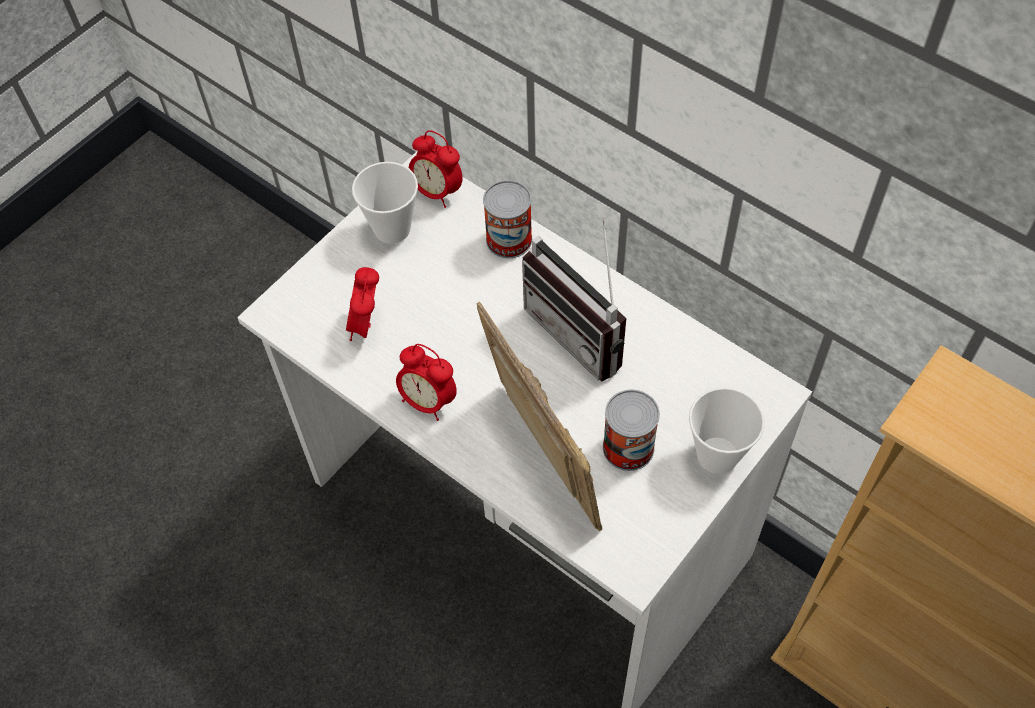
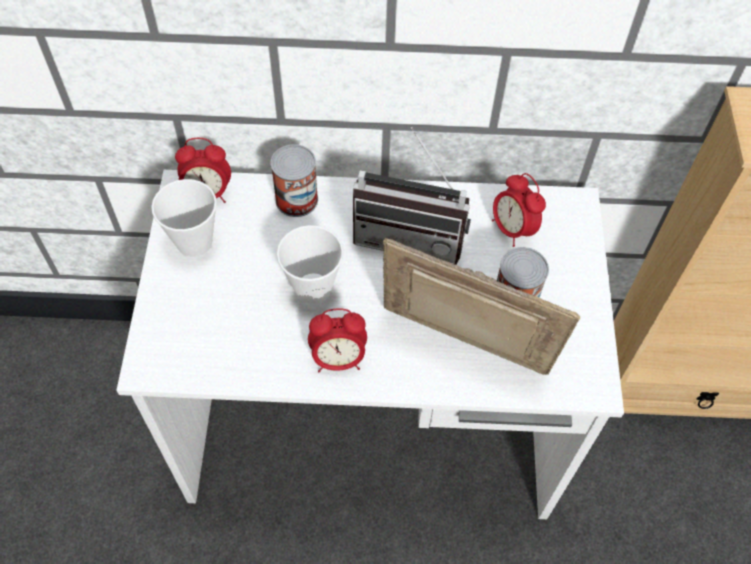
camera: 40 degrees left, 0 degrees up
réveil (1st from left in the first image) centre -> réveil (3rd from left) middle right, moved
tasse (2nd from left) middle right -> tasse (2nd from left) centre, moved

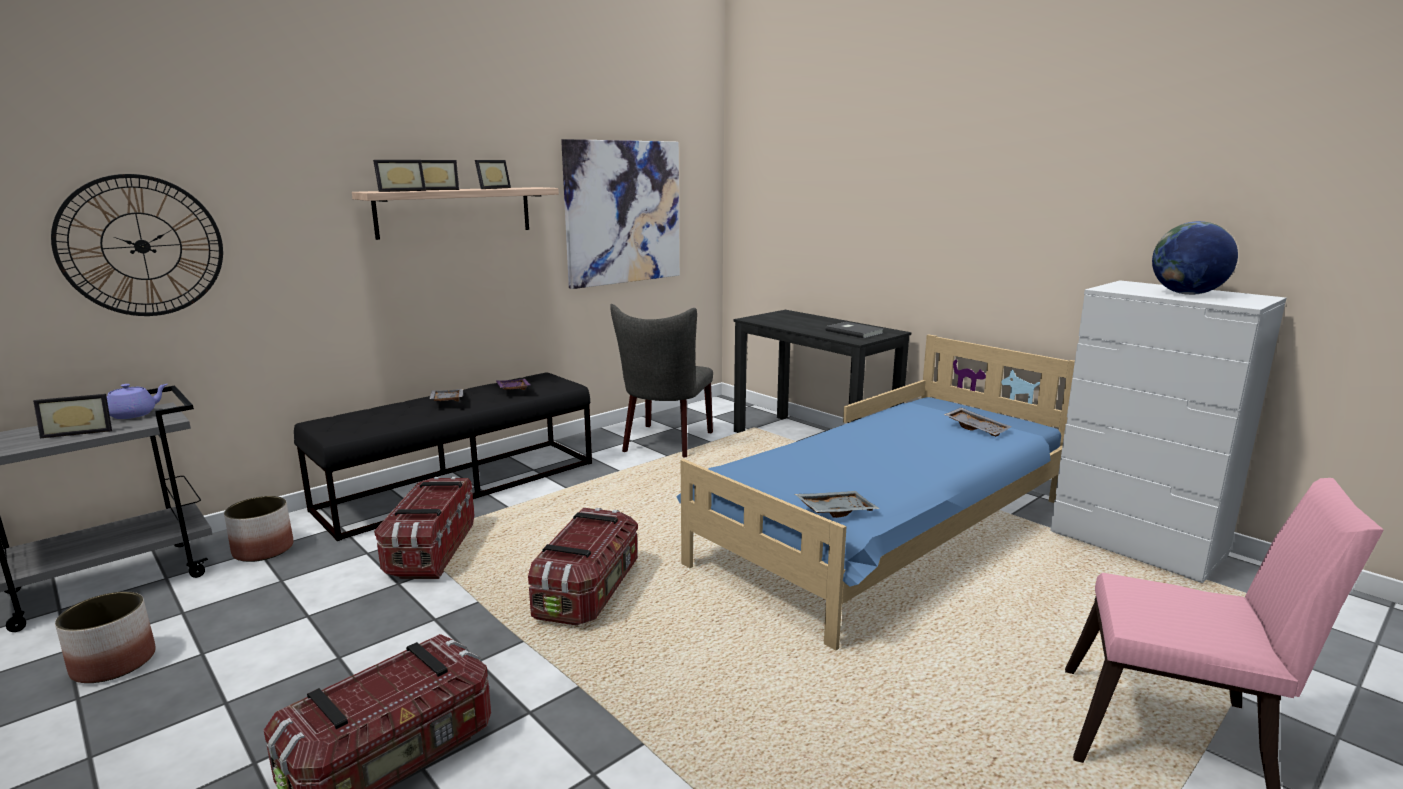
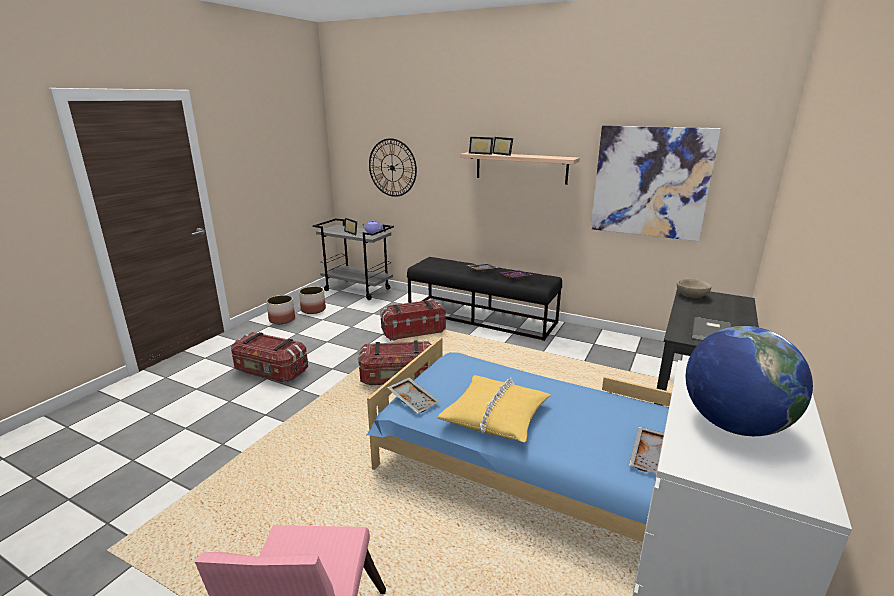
camera: 70 degrees right, 5 degrees up
cadre photo (4th from left) top centre -> none
chaise/gris centre -> none
none -> coussin/jaune bottom centre
none -> bol/beige middle right
cache-pot (2nd from left in the first image) bottom left -> cache-pot (1st from left) middle left, moved

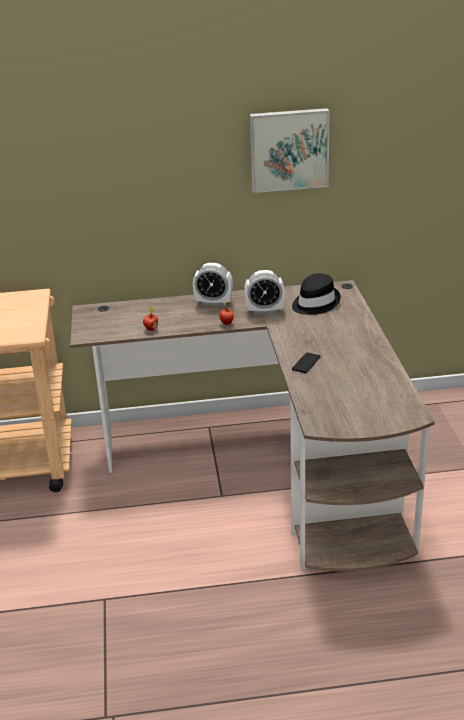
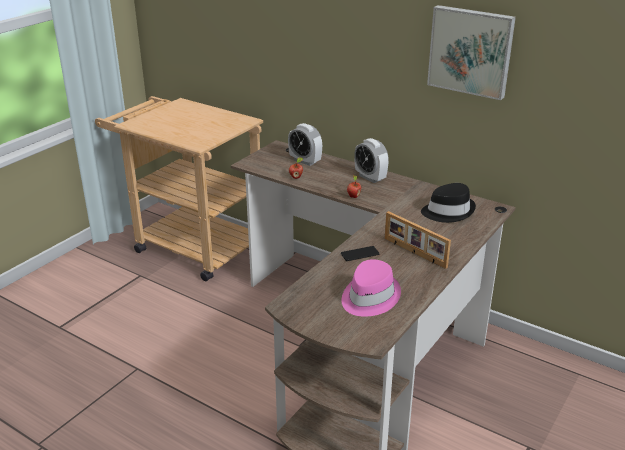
camera: 40 degrees right, 0 degrees up
none -> chapeau/rose centre
none -> cadre photo middle right
réveil (2nd from left in the first image) centre -> réveil (1st from left) top centre, moved

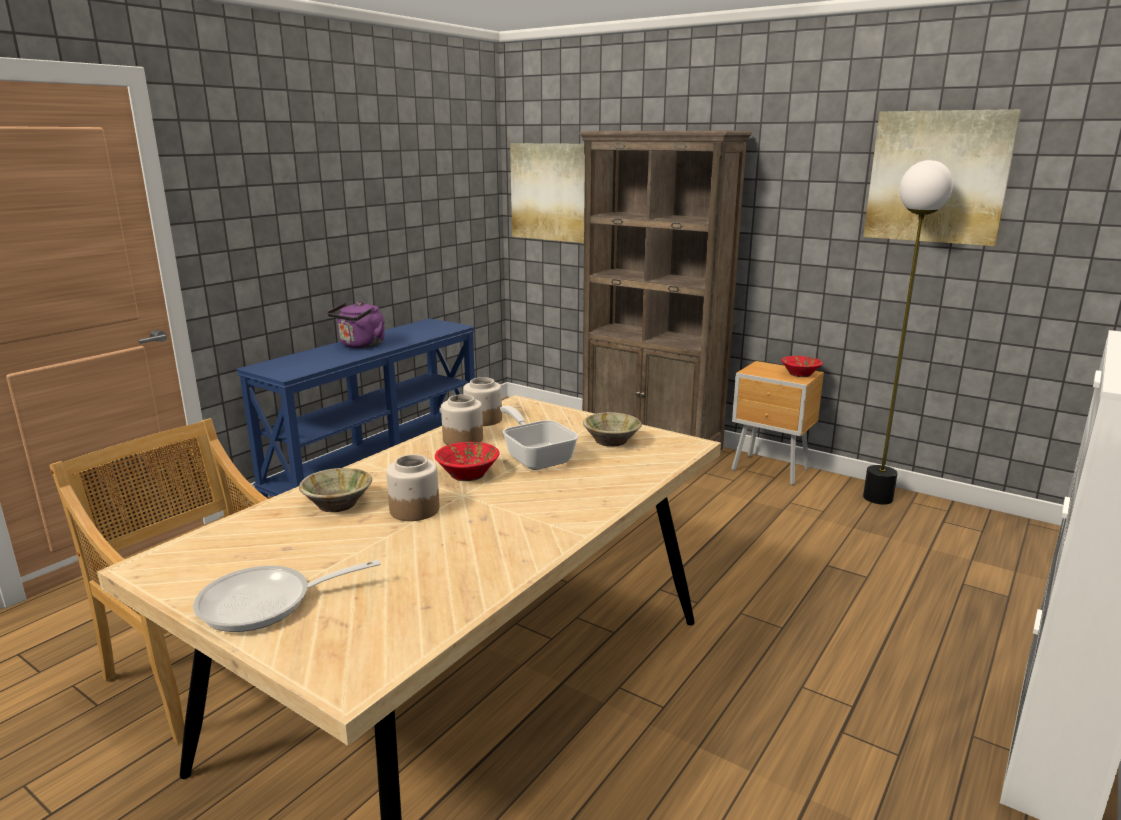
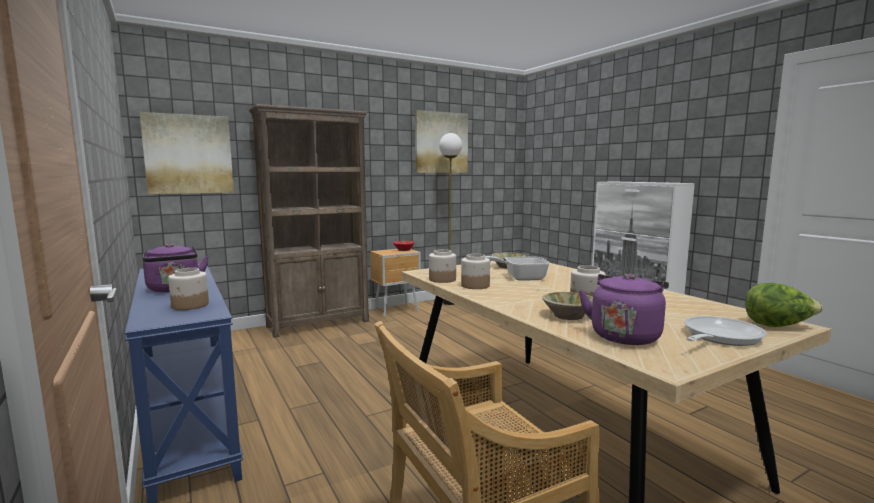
camera: 65 degrees left, 10 degrees down
bol/rouge (1st from left) centre -> none
none -> bocal (1st from left) middle left
none -> bouilloire/violet (2nd from left) middle right
none -> laitue middle right
poêle (1st from left in the first image) bottom left -> poêle (2nd from left) middle right, 135 degrees counterclockwise

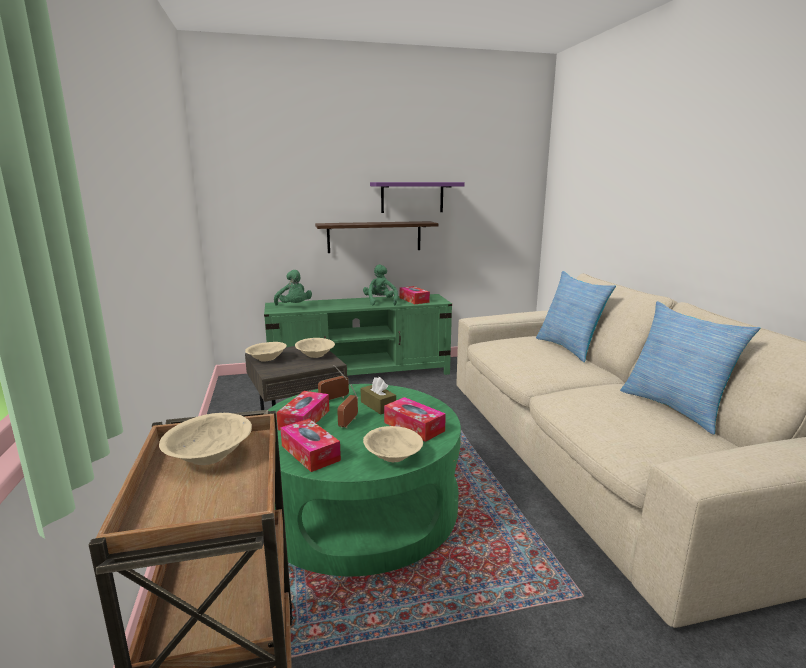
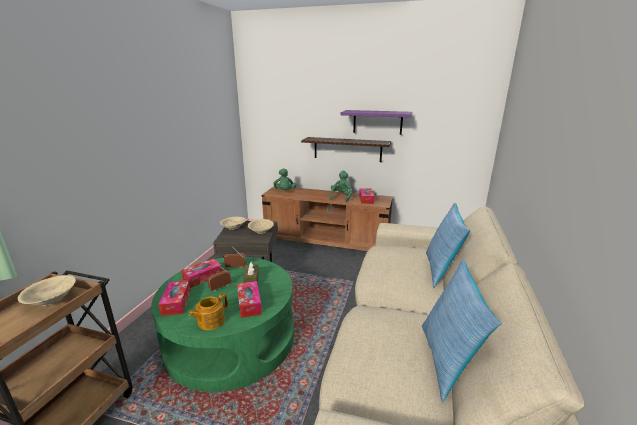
camera: 30 degrees right, 5 degrees up
bol/beige (4th from left) centre -> théière bottom left
meuble télé/vert centre -> meuble télé/marron centre

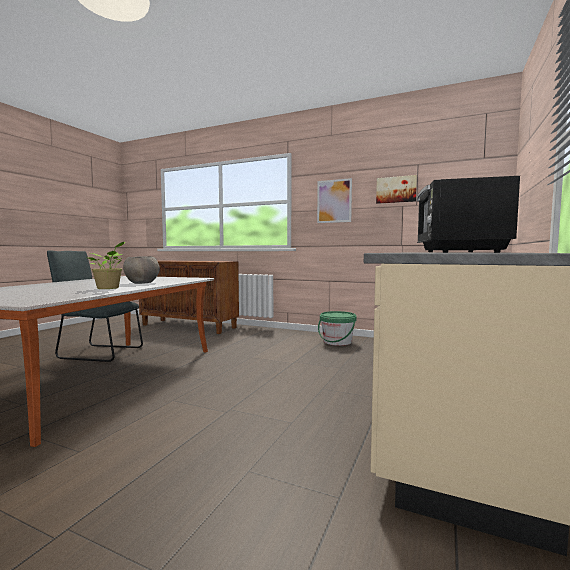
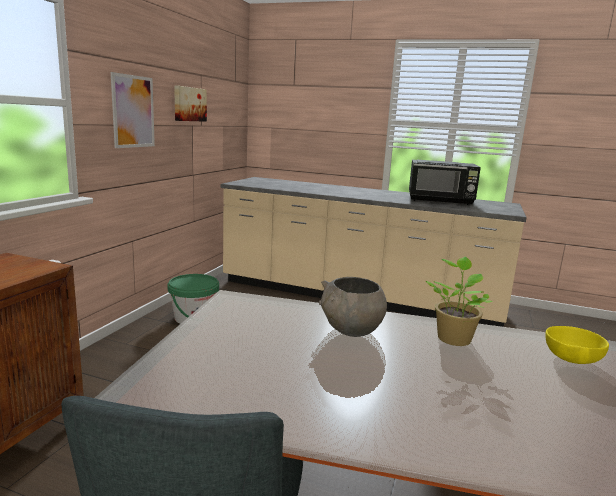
camera: 95 degrees left, 10 degrees up
none -> bol/jaune bottom right

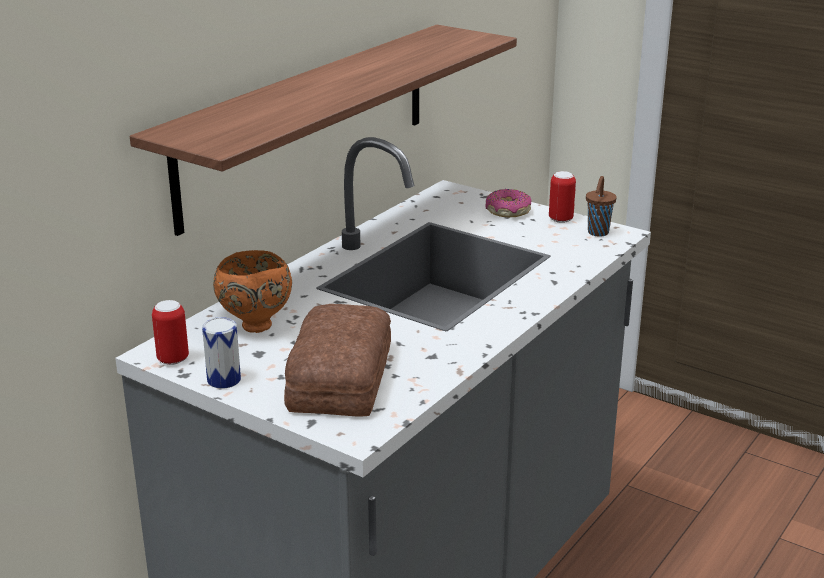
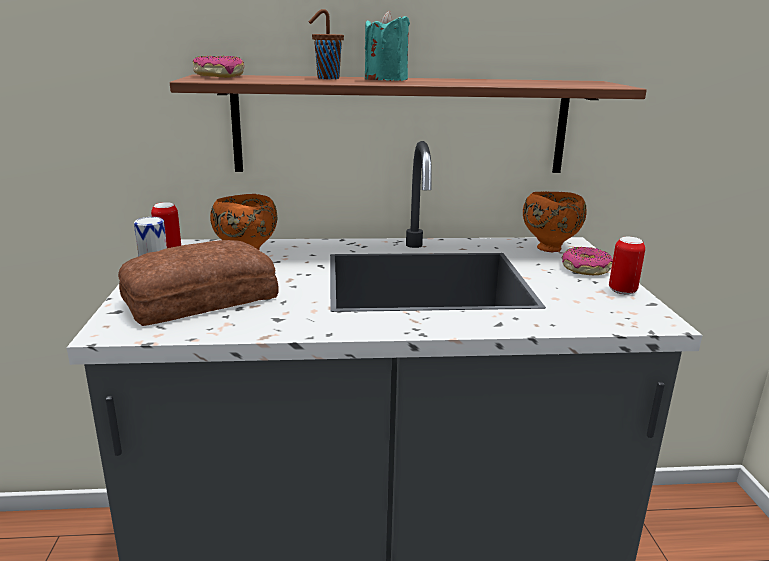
camera: 50 degrees right, 5 degrees down
none -> beignet (1st from left) top left
none -> bougie/turquoise top centre
none -> bol/orange (2nd from left) middle right
tasse/marron middle right -> tasse/marron top centre, moved

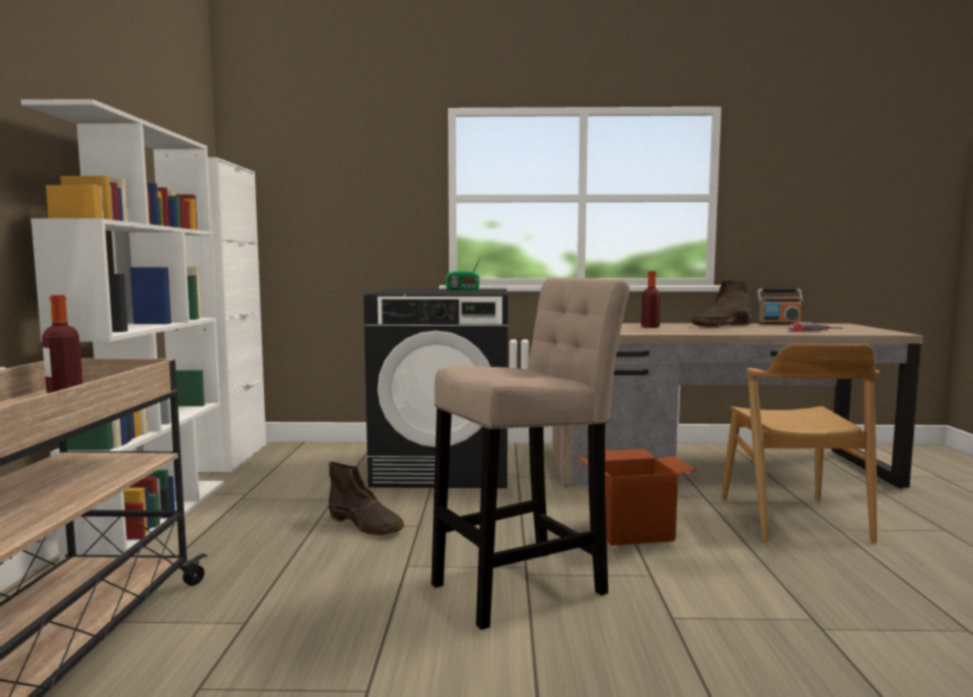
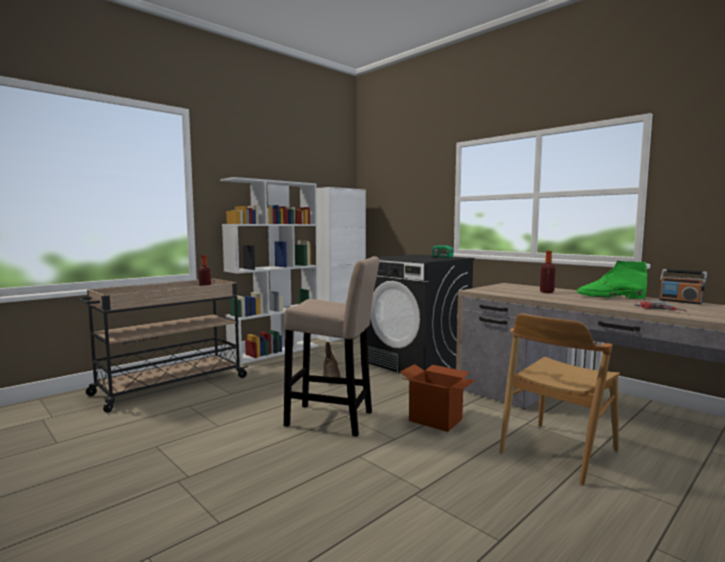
camera: 45 degrees right, 0 degrees up
botte/marron (2nd from left) middle right -> botte/vert middle right

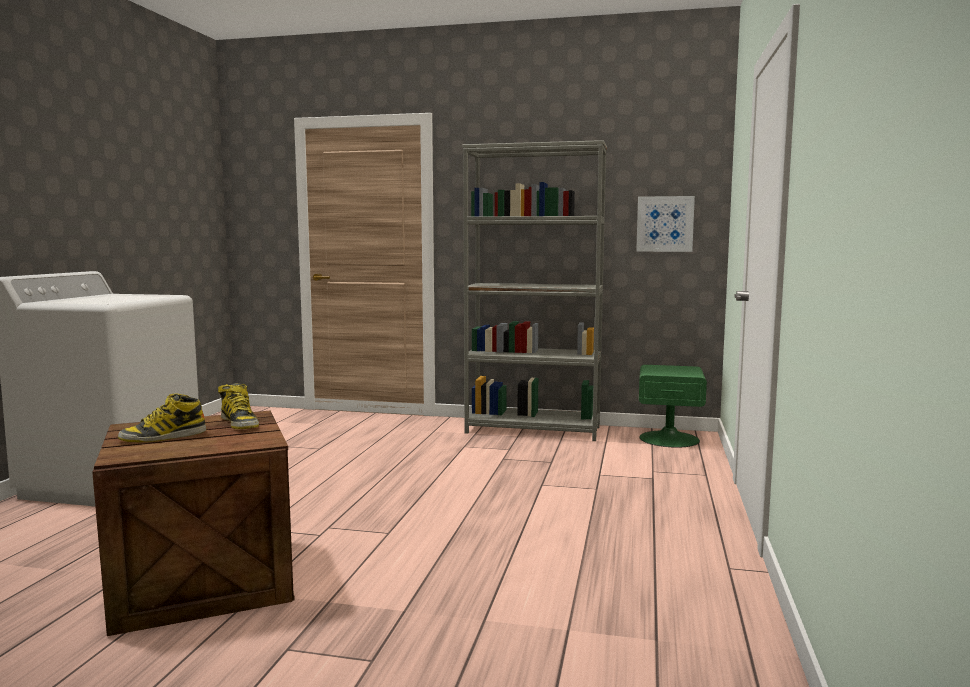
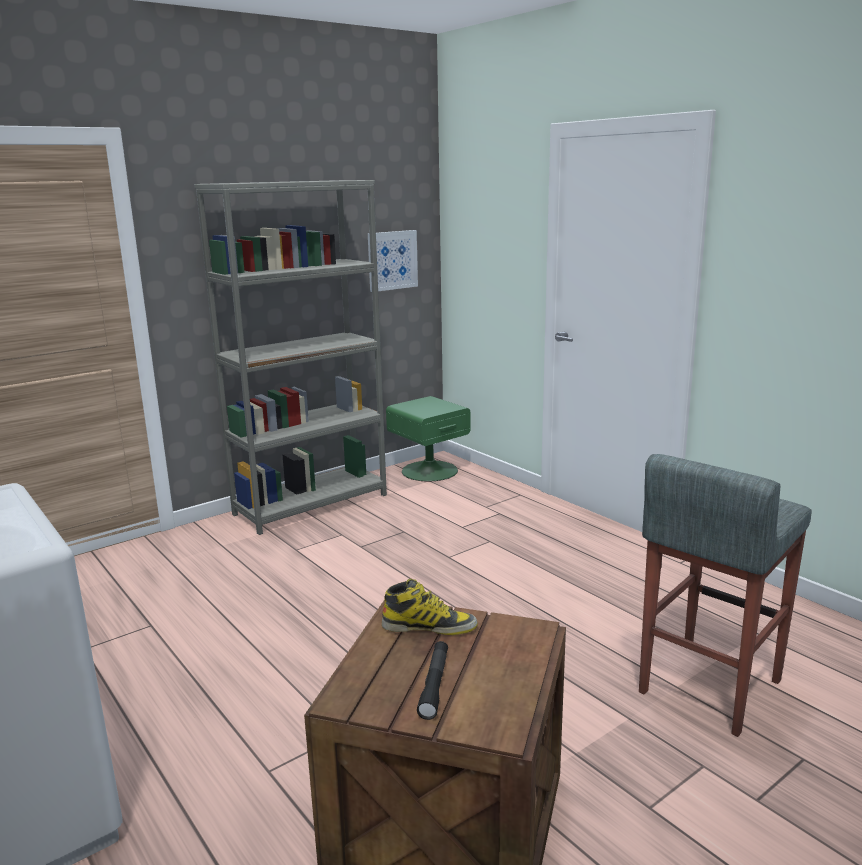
camera: 50 degrees left, 10 degrees up
none -> tabouret/gris bottom right
botte (1st from left) middle left -> lampe de poche/noir bottom centre

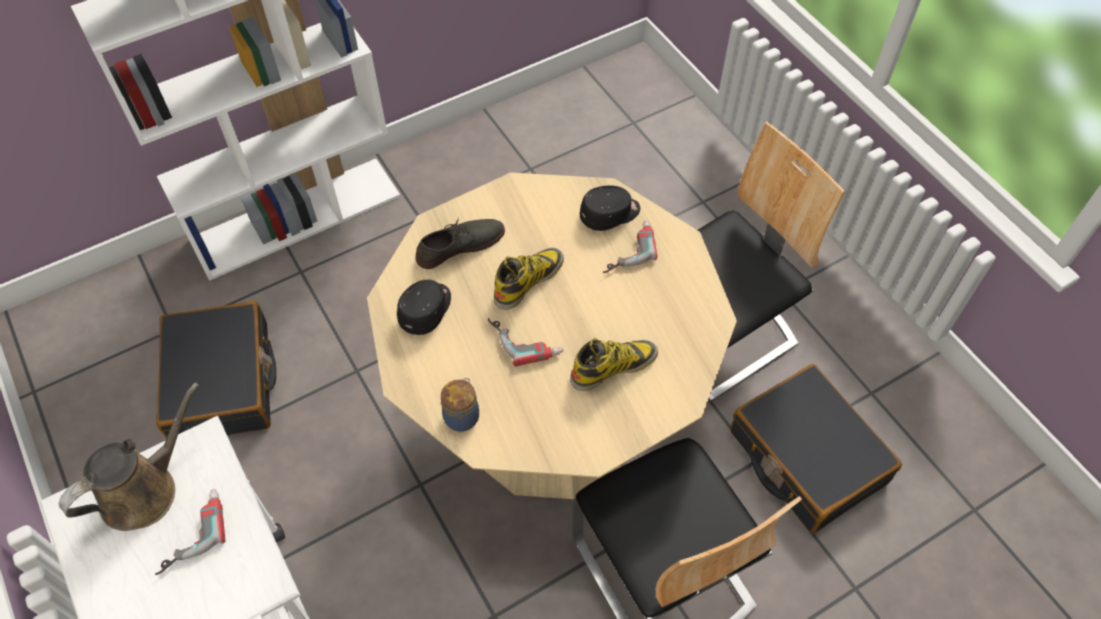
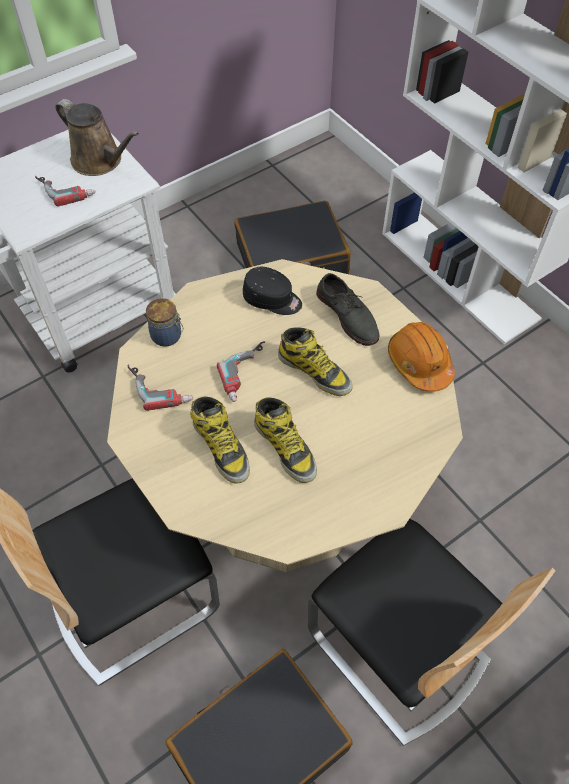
camera: 85 degrees right, 0 degrees up
casquette/noir (2nd from left) centre -> none
none -> botte (2nd from left) centre
none -> casque de chantier/orange middle right
perceuse (3rd from left in the first image) centre -> perceuse (2nd from left) middle left, moved

